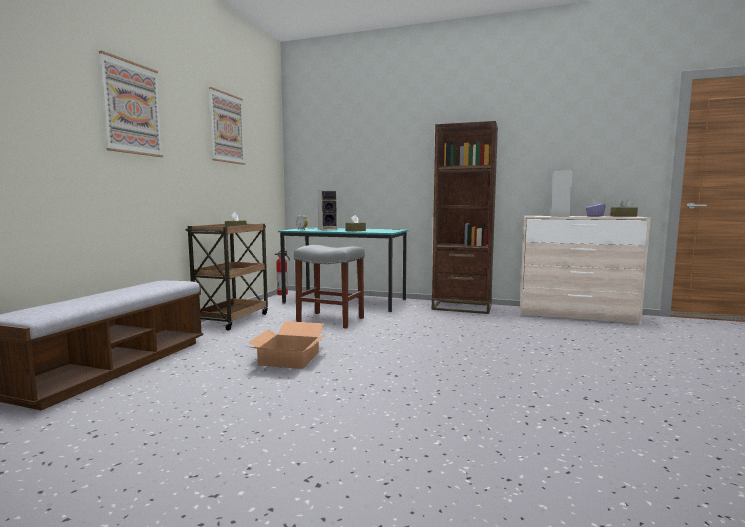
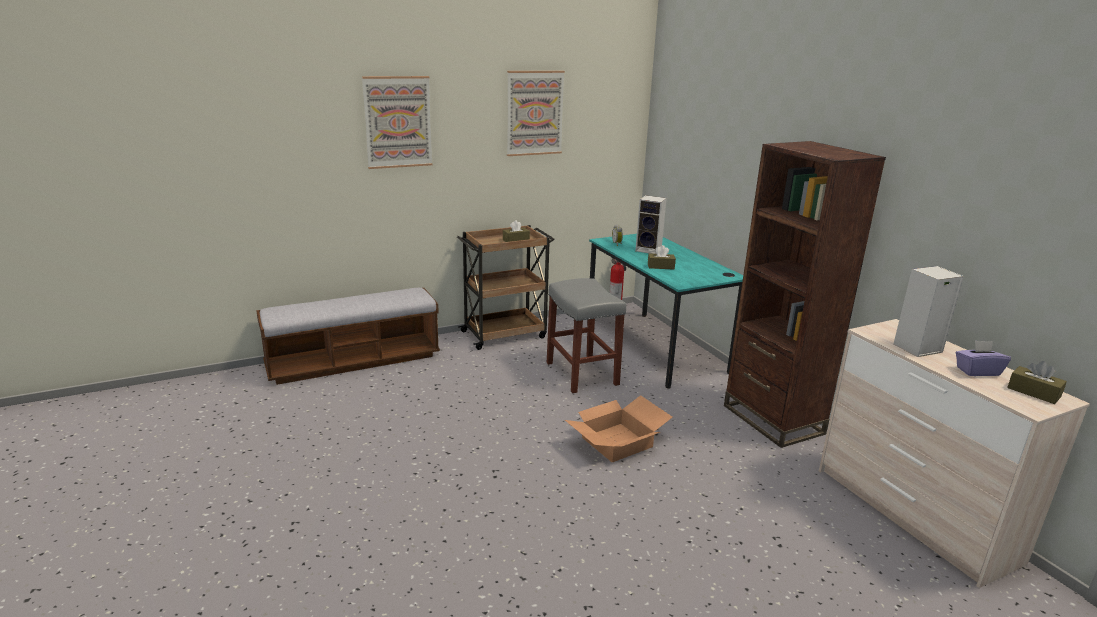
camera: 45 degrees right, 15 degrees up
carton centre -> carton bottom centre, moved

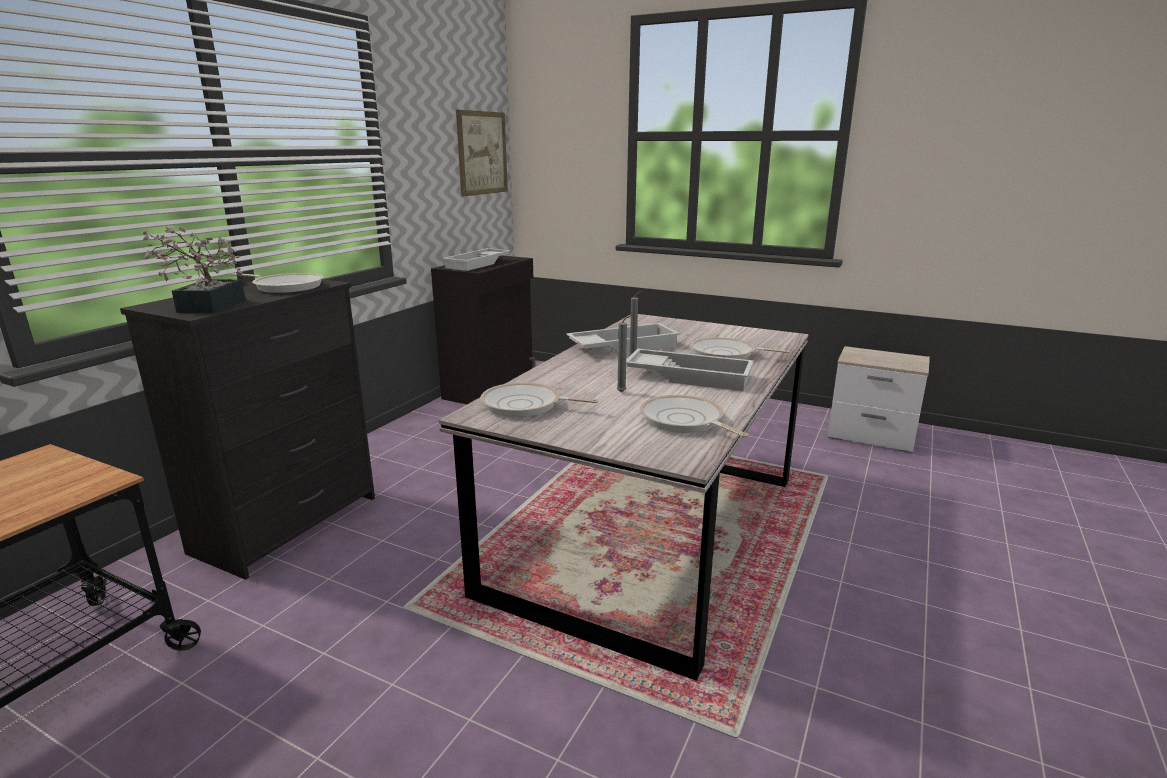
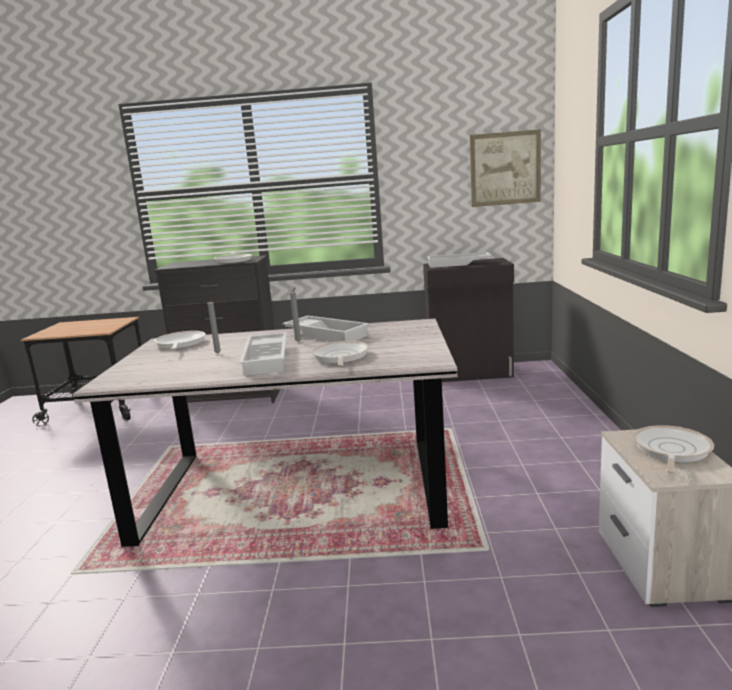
camera: 65 degrees right, 5 degrees down
plante en pot middle left -> none
poêle (3rd from left in the first image) centre -> poêle (4th from left) middle right, moved

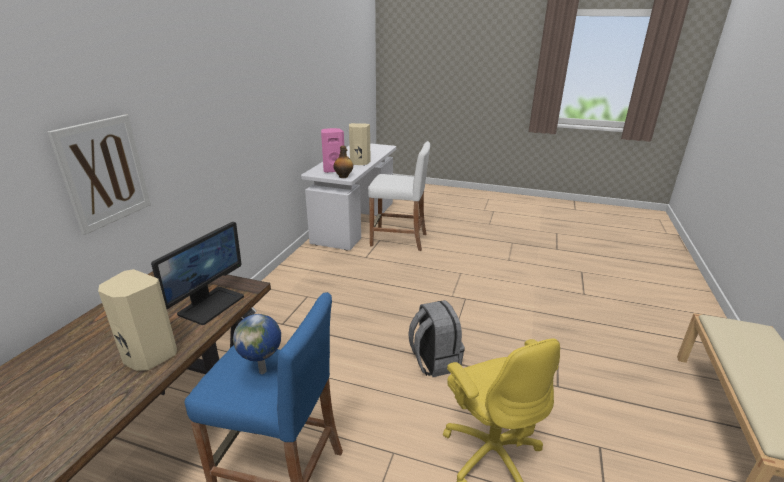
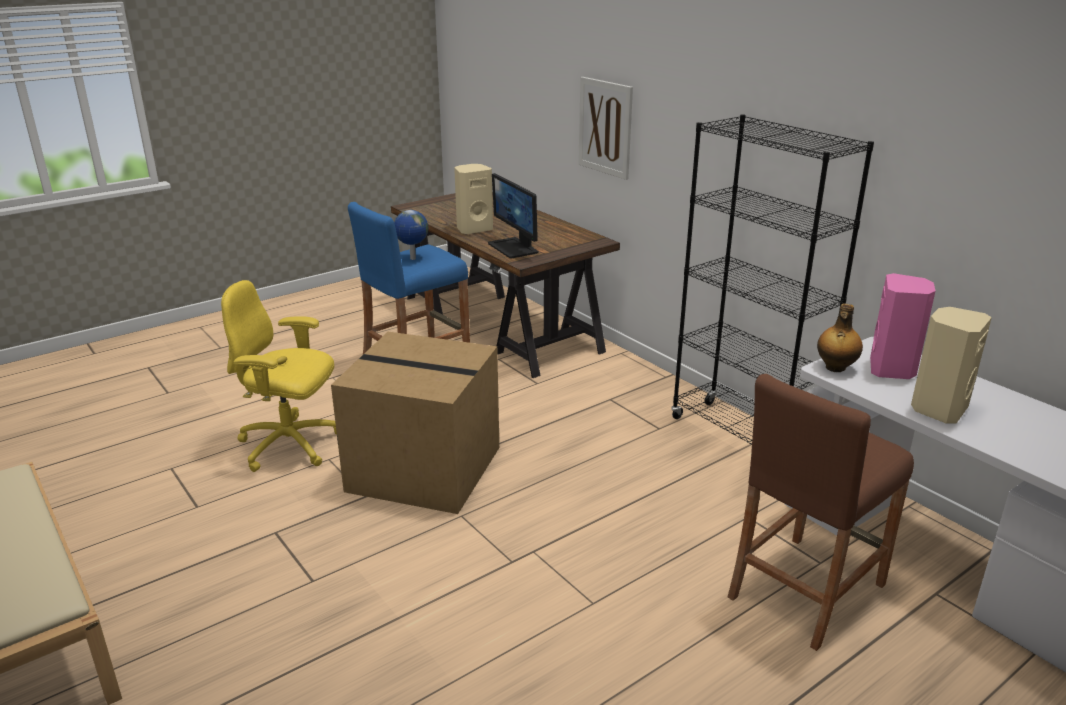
camera: 125 degrees right, 0 degrees up
none -> bibliothèque/noir middle right
sac à dos/gris bottom centre -> carton centre
tabouret/blanc centre -> tabouret/marron bottom right

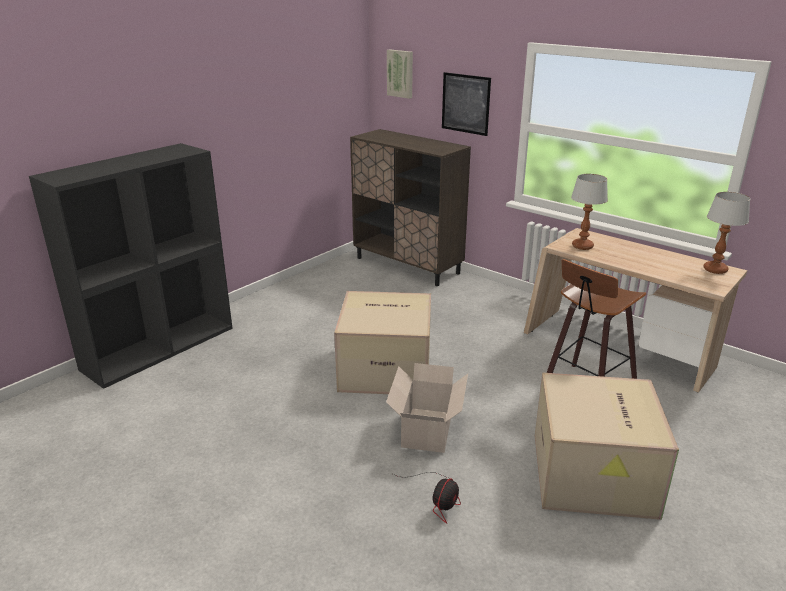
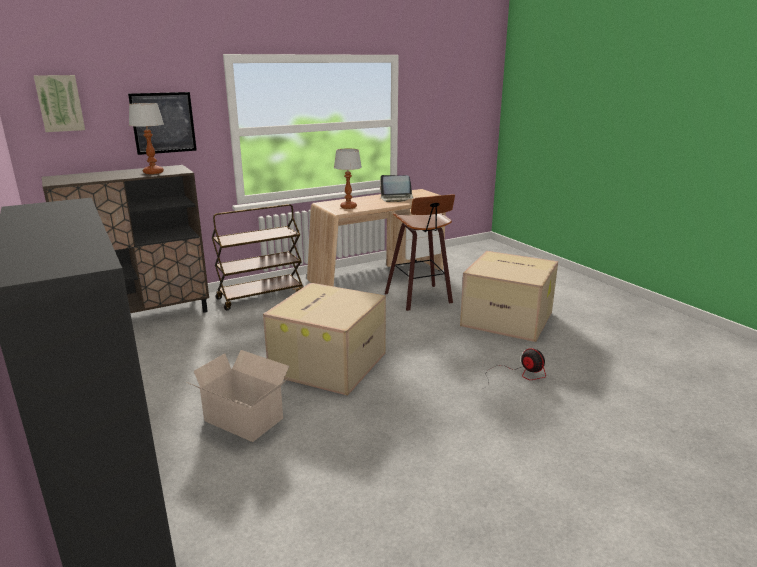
camera: 70 degrees left, 5 degrees down
none -> chariot/marron centre
none -> ordinateur portable top centre
carton (2nd from left in the first image) bottom centre -> carton (1st from left) bottom left, moved
lampe de table (2nd from left in the first image) middle right -> lampe de table (1st from left) top left, moved

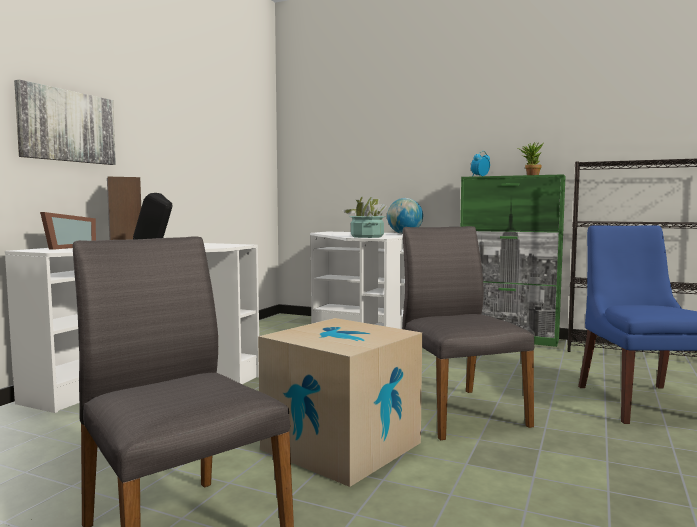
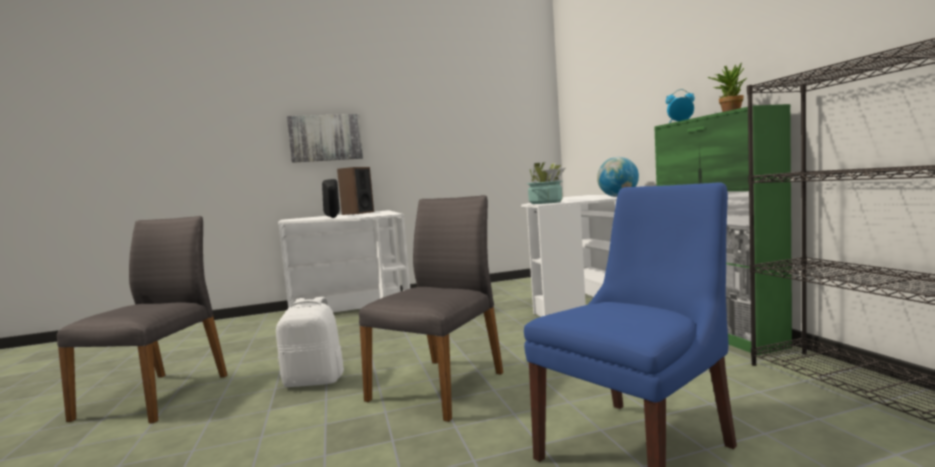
camera: 50 degrees right, 0 degrees up
cadre photo middle left -> none
carton bottom centre -> sac à dos/blanc bottom left

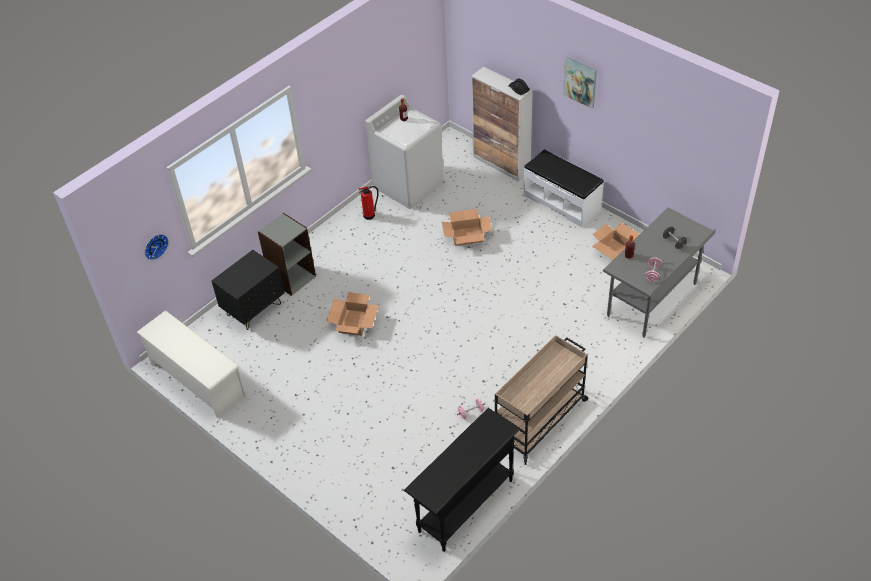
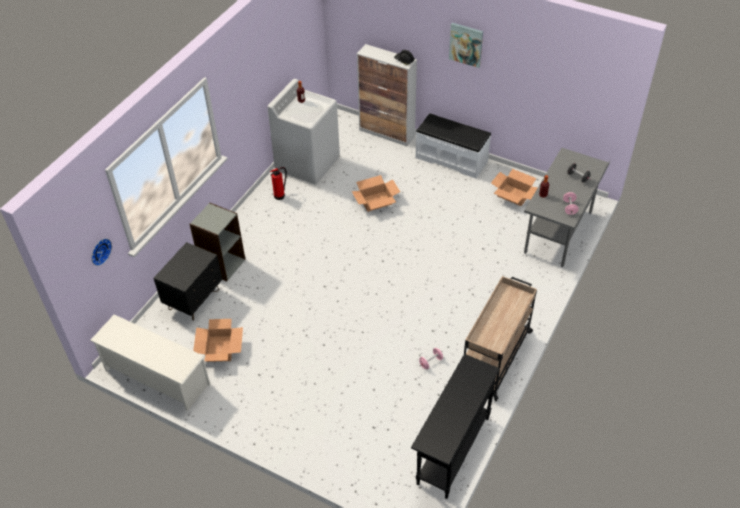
camera: 15 degrees left, 0 degrees up
carton (1st from left) centre -> carton (1st from left) bottom left, moved

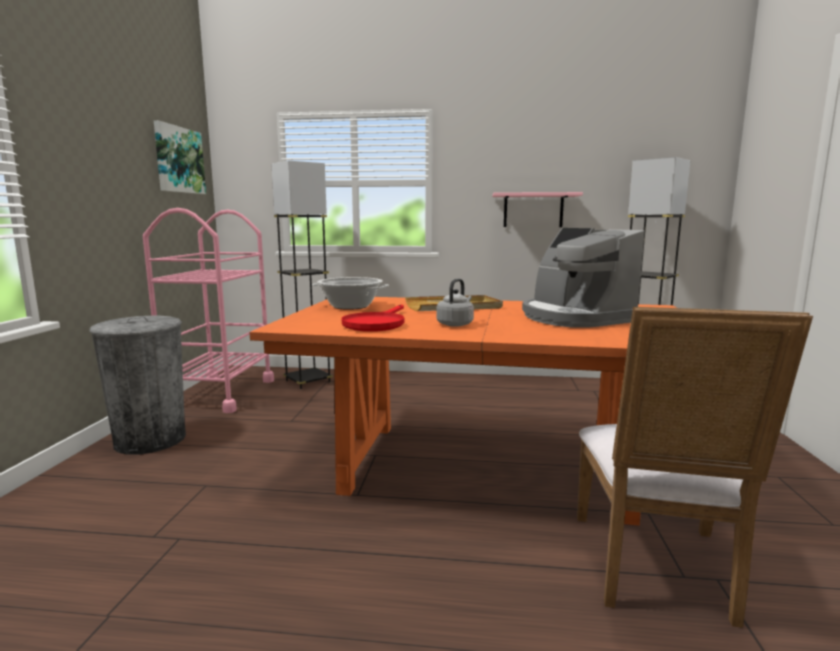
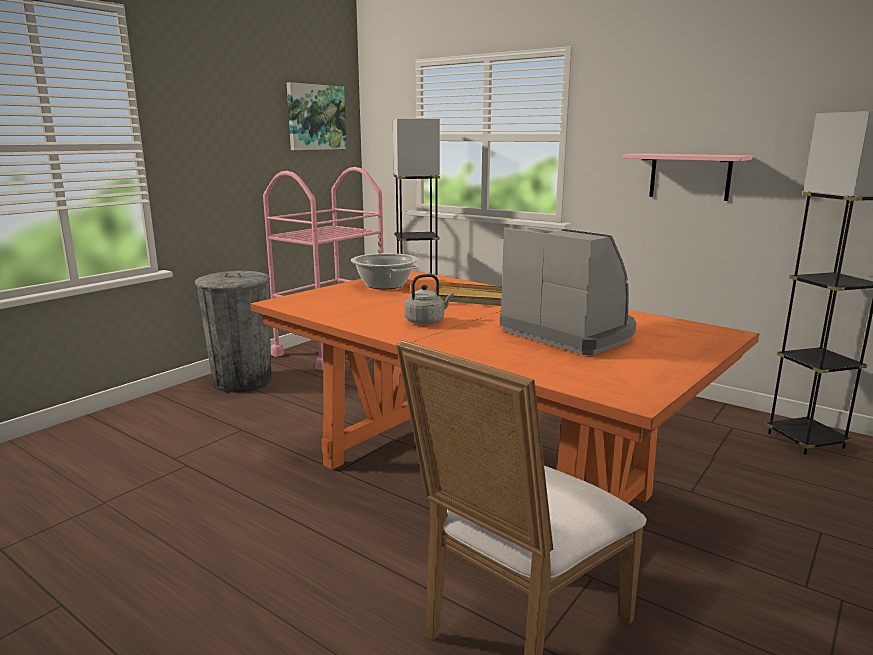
camera: 30 degrees right, 5 degrees up
poêle/rouge centre -> none
machine à café middle right -> machine à café centre, 135 degrees clockwise

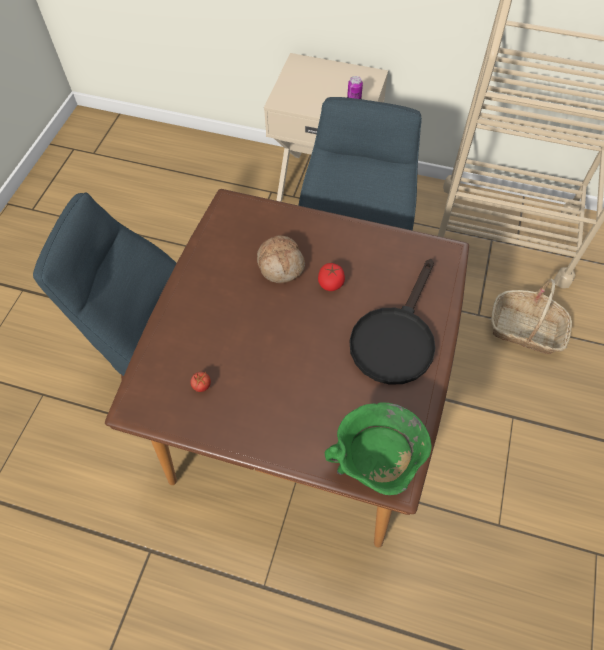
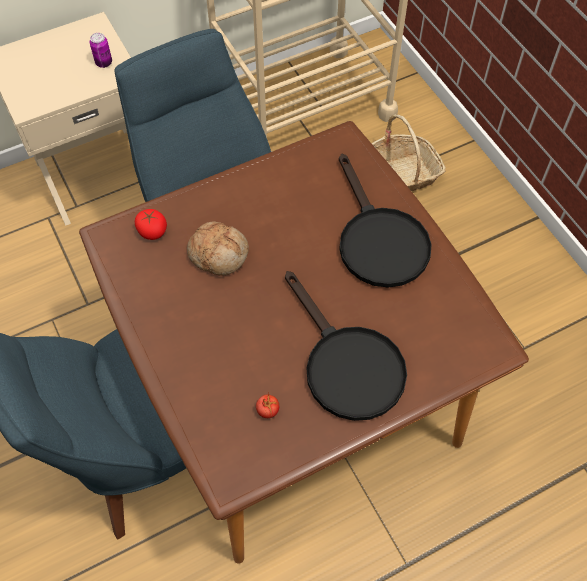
camera: 45 degrees left, 0 degrees up
marmite/vert bottom centre -> none
none -> poêle/noir (1st from left) centre
tomate (2nd from left in the first image) centre -> tomate (1st from left) middle left, moved

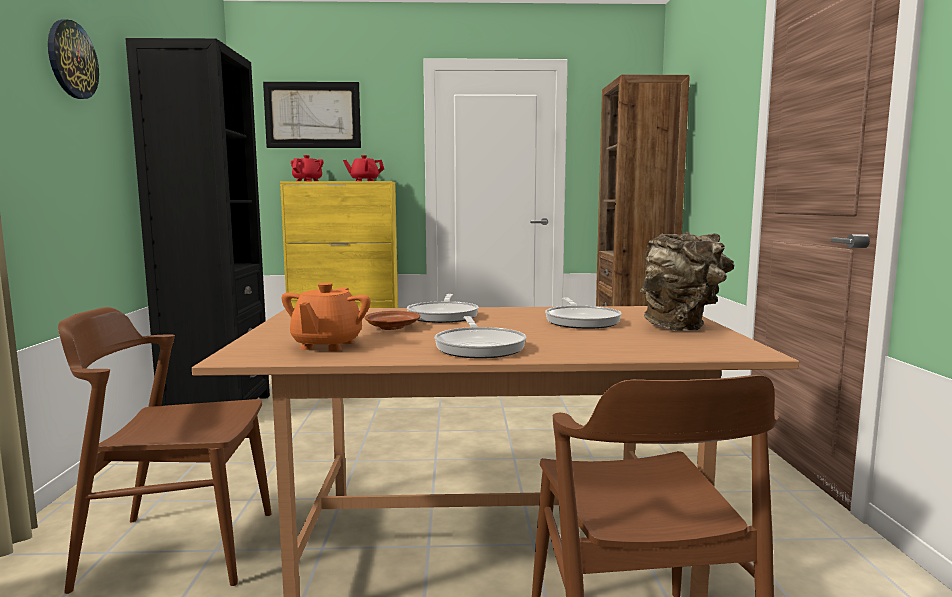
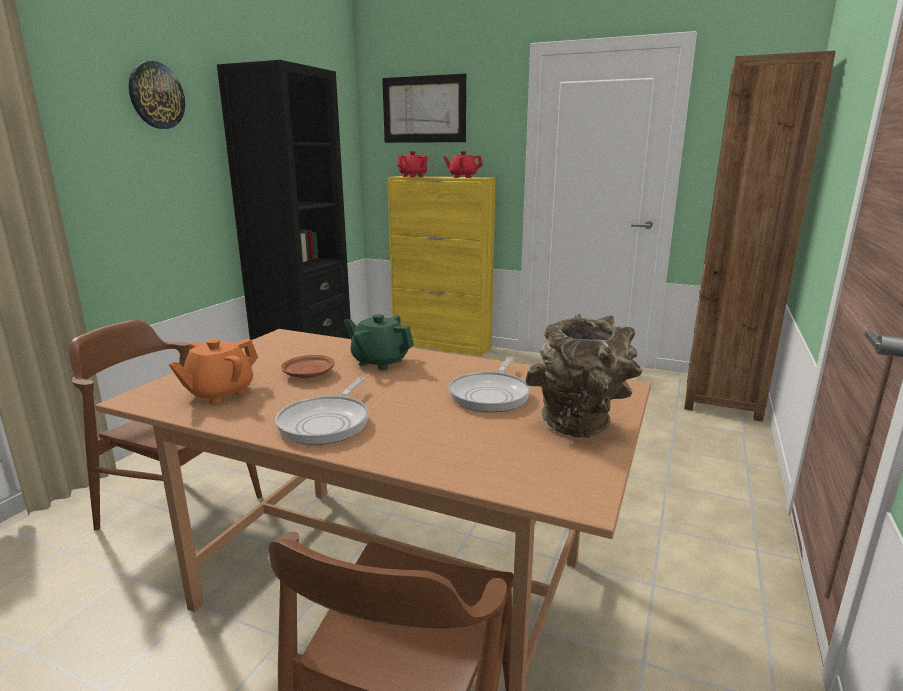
camera: 25 degrees right, 10 degrees up
poêle (1st from left) centre -> théière/vert centre

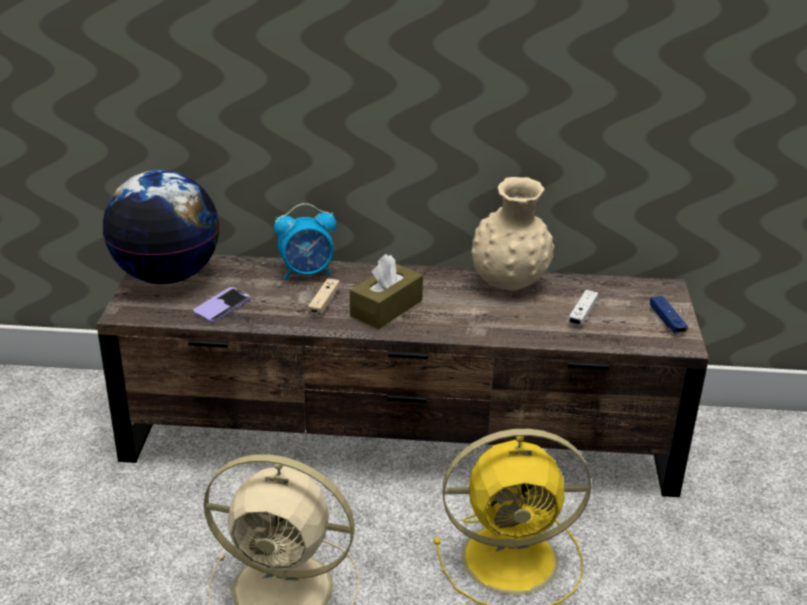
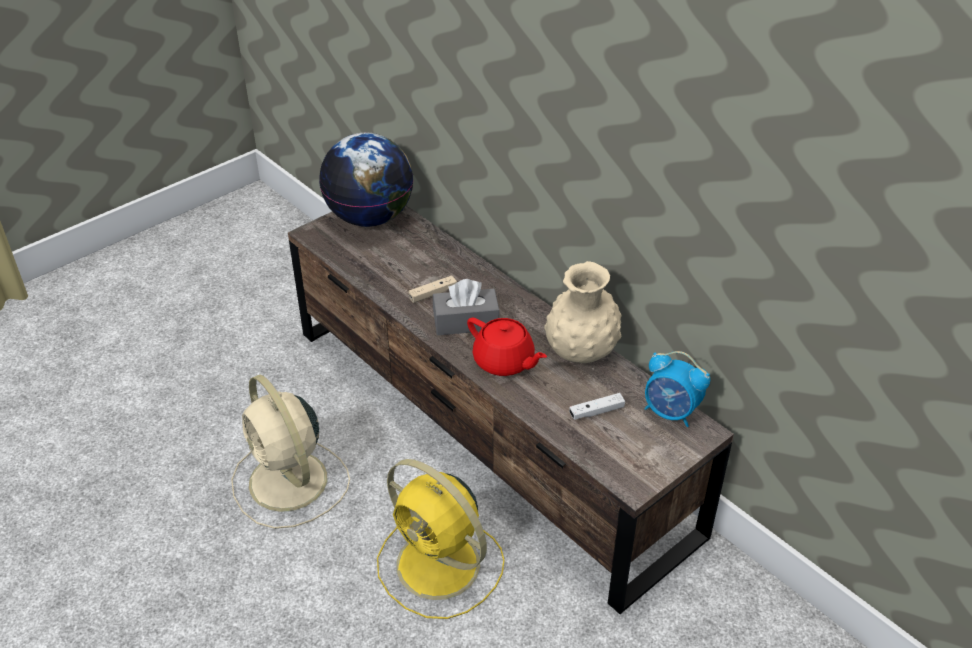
camera: 45 degrees right, 10 degrees up
téléphone middle left -> none
manette/bleu middle right -> none
none -> théière/rouge centre
réveil centre -> réveil middle right, moved
boîte à mouchoirs/marron centre -> boîte à mouchoirs/gris centre

